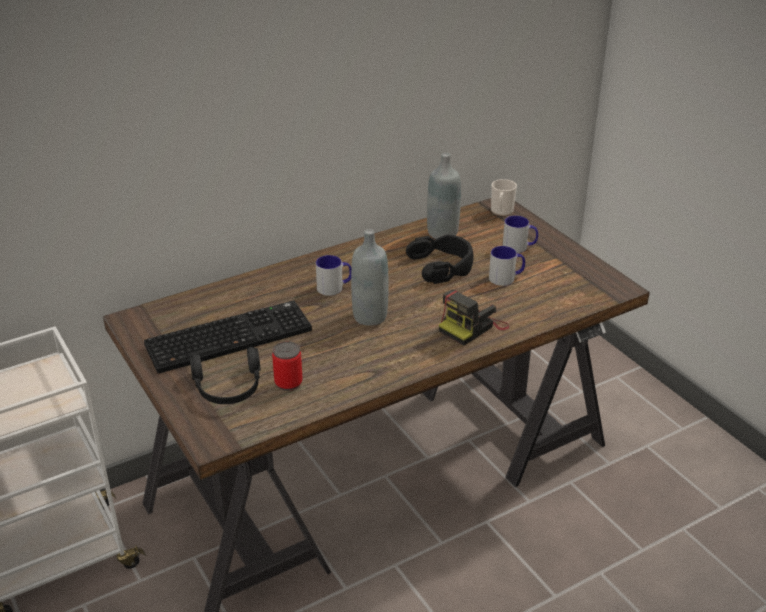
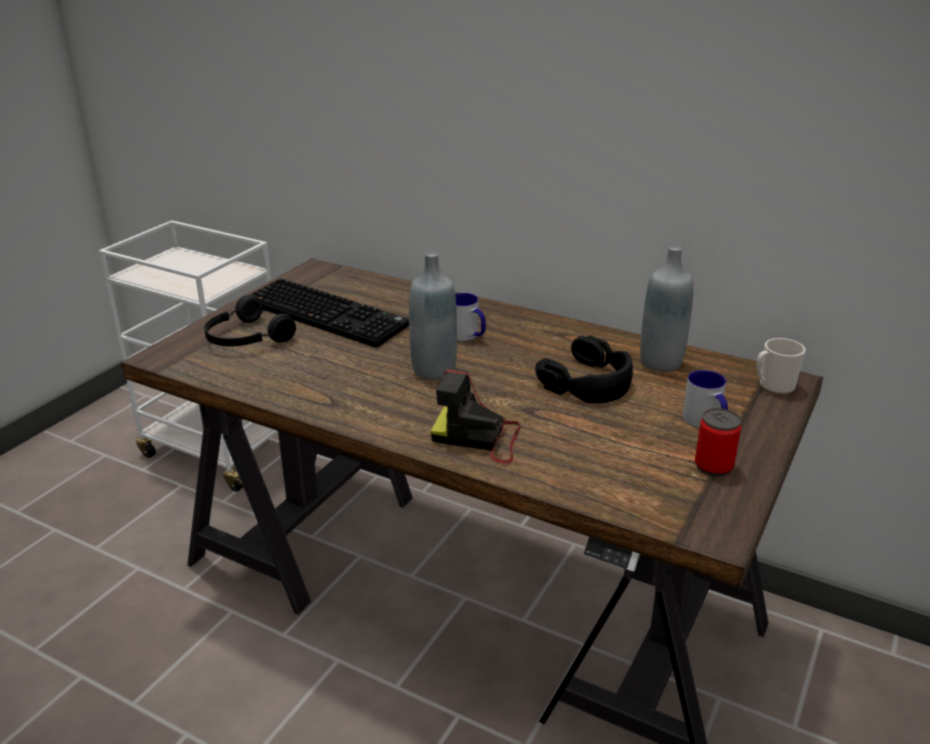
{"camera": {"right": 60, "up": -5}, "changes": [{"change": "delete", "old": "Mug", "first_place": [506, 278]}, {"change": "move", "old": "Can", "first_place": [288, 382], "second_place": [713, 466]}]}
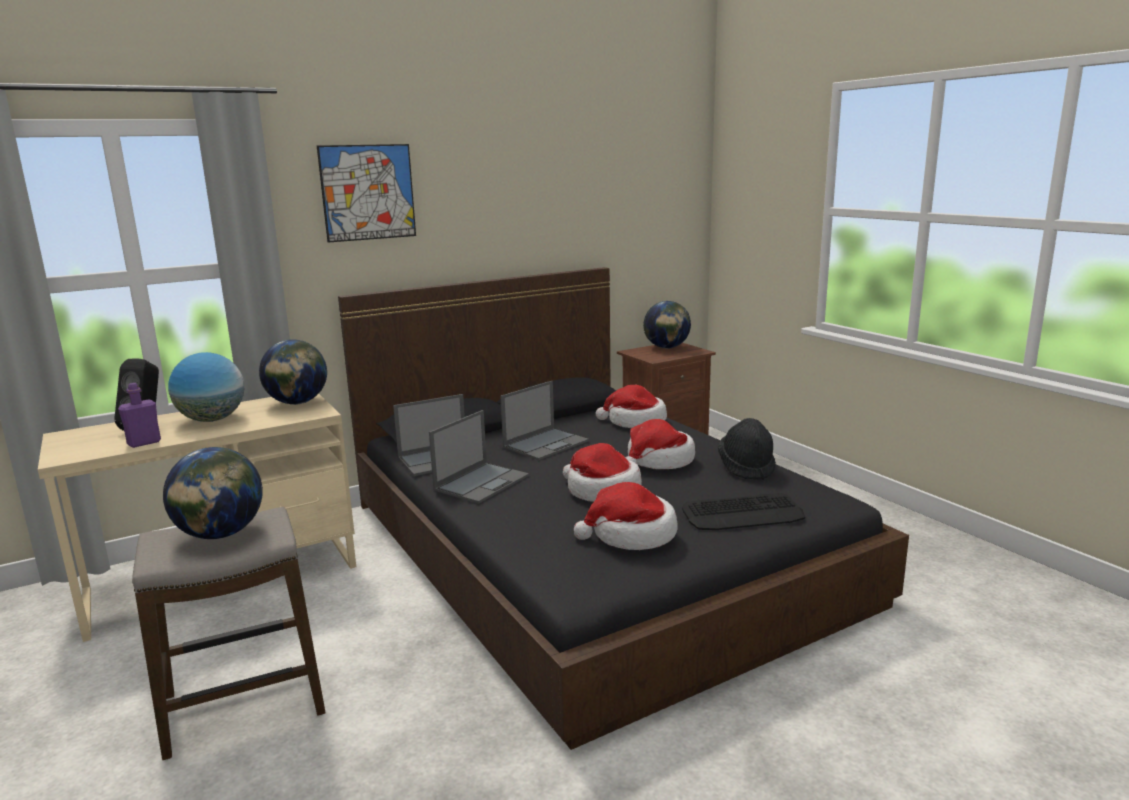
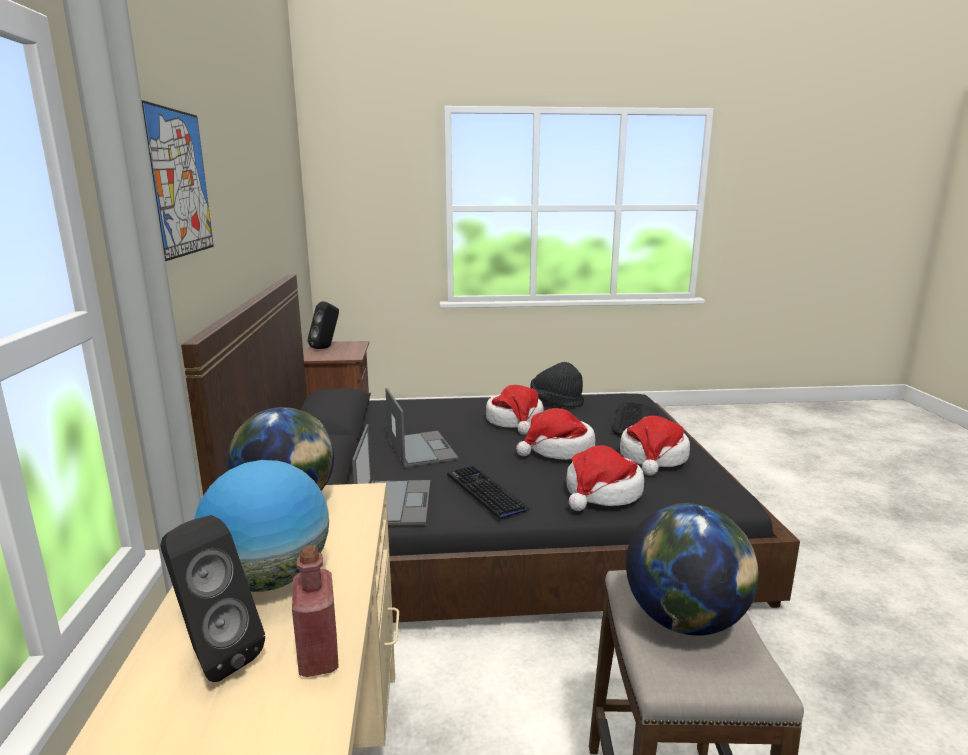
{"camera": {"right": -65, "up": 0}, "changes": [{"change": "replace", "old": "Globe", "new": "BlackSpeaker", "first_place": [666, 348], "second_place": [326, 347]}, {"change": "recolor", "old": "PurpleBottle", "new": "RedBottle", "first_place": [144, 443], "second_place": [318, 657]}, {"change": "move", "old": "Hat", "first_place": [635, 422], "second_place": [602, 493]}, {"change": "replace", "old": "Laptop", "new": "Keyboard", "first_place": [482, 482], "second_place": [486, 492]}]}
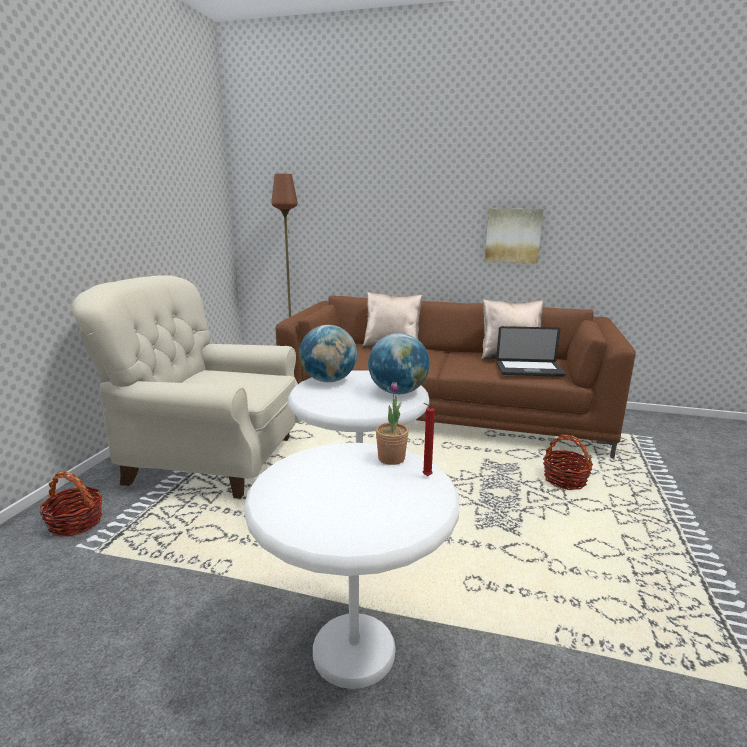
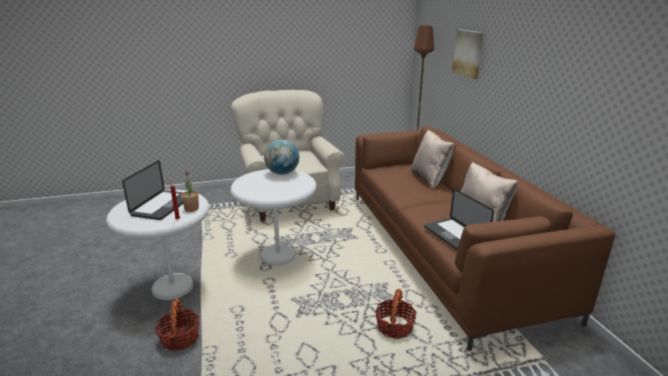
{"camera": {"right": 60, "up": 5}, "changes": [{"change": "move", "old": "Picture", "first_place": [513, 235], "second_place": [468, 53]}, {"change": "delete", "old": "Globe", "first_place": [398, 392]}, {"change": "move", "old": "Basket", "first_place": [76, 523], "second_place": [180, 338]}, {"change": "insert", "new": "Laptop", "second_place": [162, 206]}]}
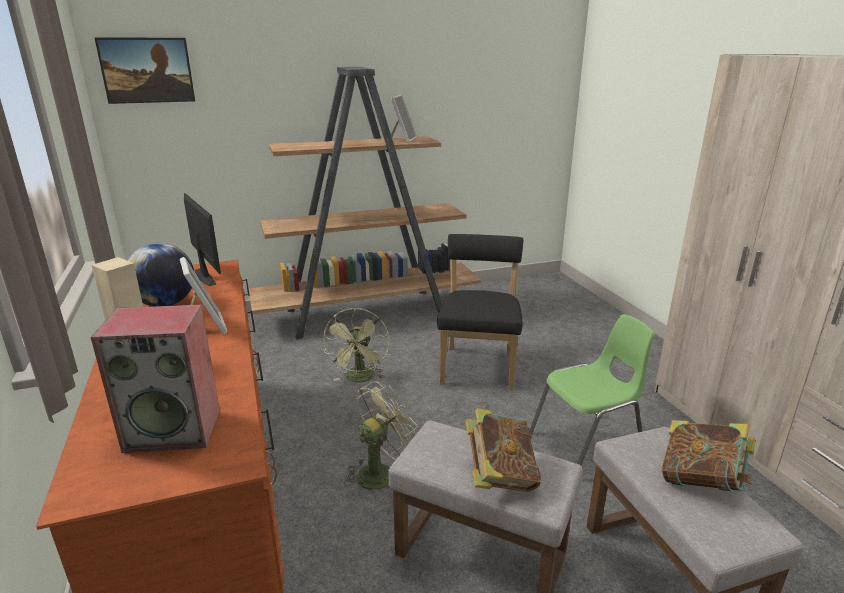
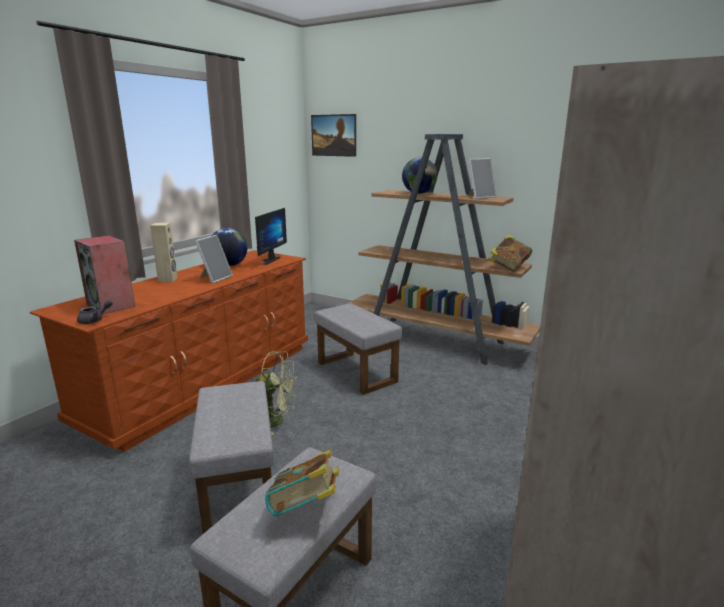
{"camera": {"right": 50, "up": -5}, "changes": [{"change": "delete", "old": "BlackChair", "first_place": [478, 365]}, {"change": "replace", "old": "GreenFan", "new": "GreyOttoman", "first_place": [360, 379], "second_place": [357, 372]}, {"change": "delete", "old": "GreenChair", "first_place": [588, 444]}, {"change": "move", "old": "Book", "first_place": [500, 475], "second_place": [509, 267]}, {"change": "insert", "new": "Globe", "second_place": [418, 193]}, {"change": "insert", "new": "GreyTeapot", "second_place": [95, 320]}]}
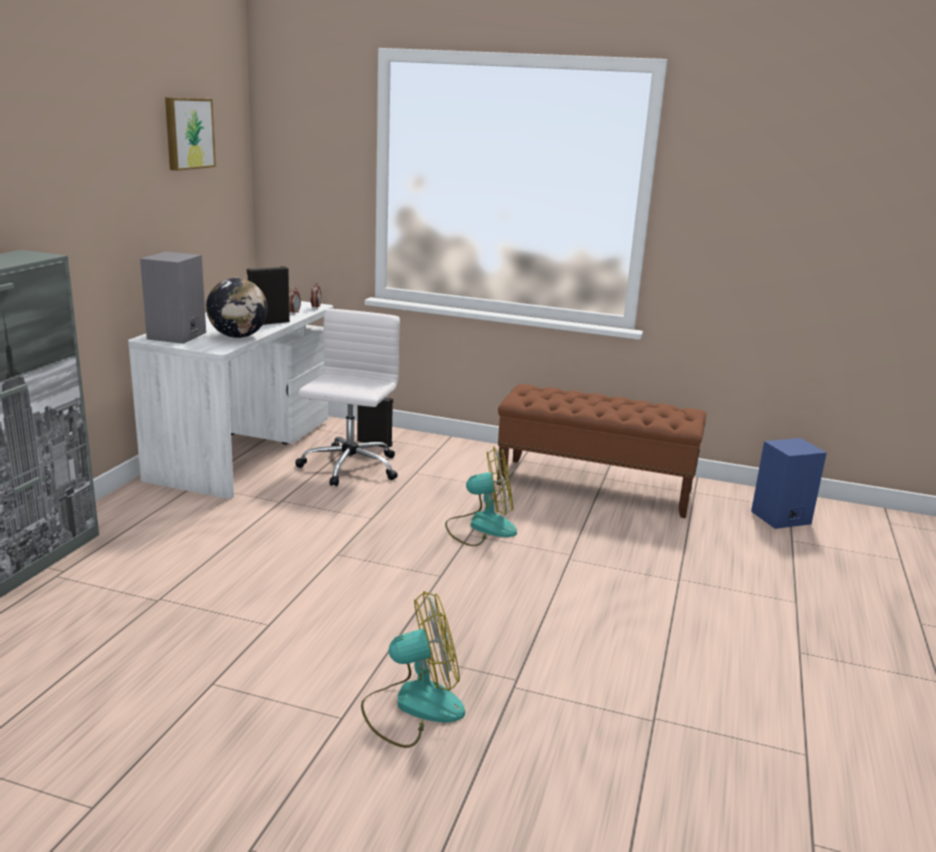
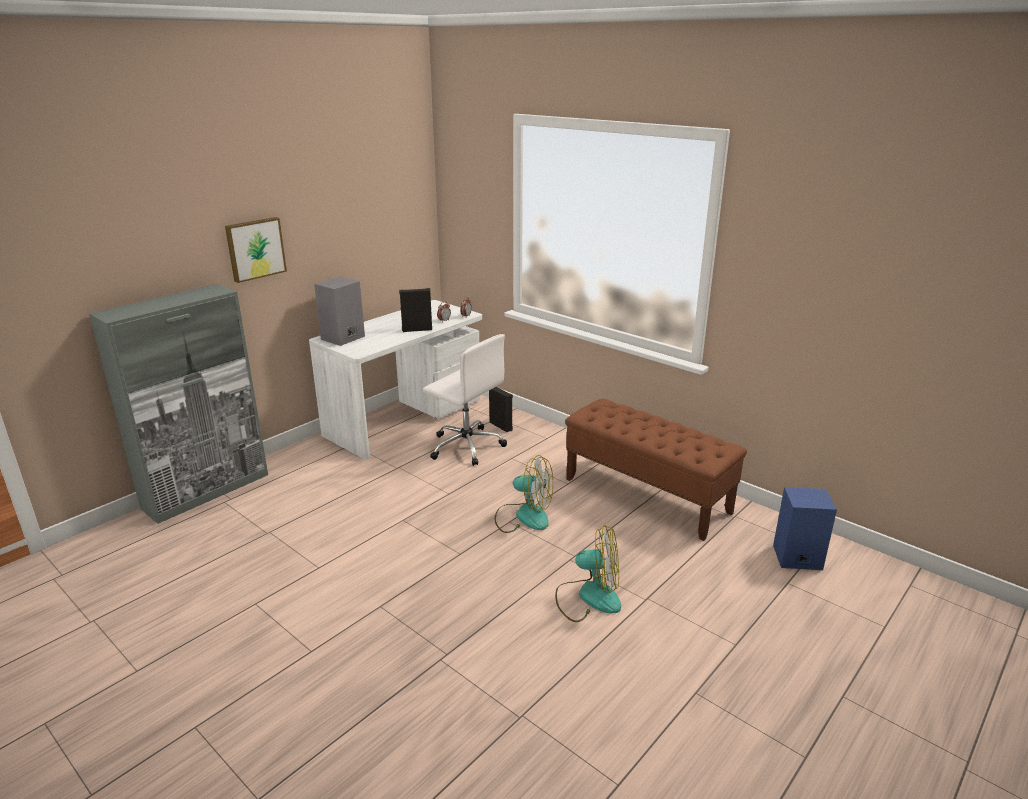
{"camera": {"right": 25, "up": 5}, "changes": [{"change": "move", "old": "Picture", "first_place": [188, 133], "second_place": [255, 249]}, {"change": "delete", "old": "Globe", "first_place": [238, 336]}, {"change": "rotate", "old": "WhiteOfficeChair", "first_place": [349, 468], "second_place": [466, 446], "degrees": 90}, {"change": "move", "old": "Fan", "first_place": [413, 706], "second_place": [588, 597]}]}
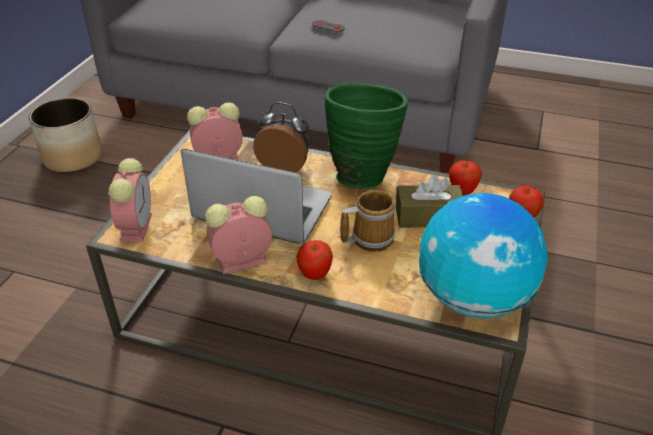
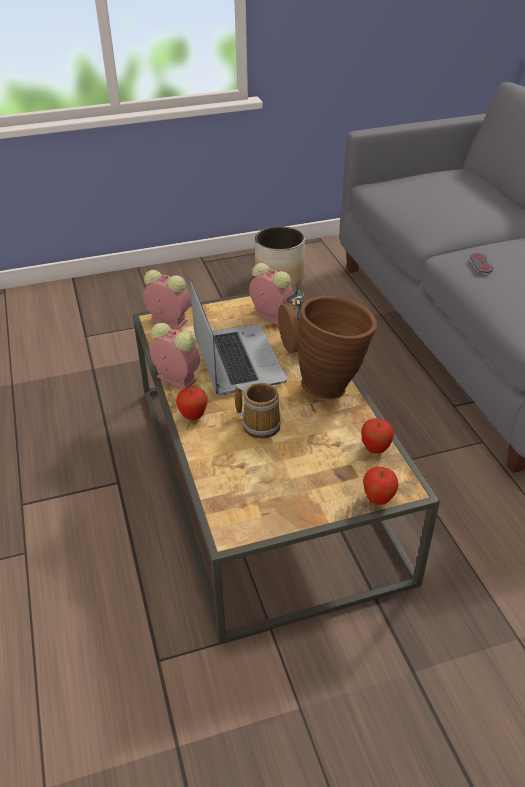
{"camera": {"right": 55, "up": 0}, "changes": [{"change": "recolor", "old": "GreenVase", "new": "BrownVase", "first_place": [362, 174], "second_place": [333, 386]}, {"change": "rotate", "old": "AlarmClock", "first_place": [136, 226], "second_place": [167, 321], "degrees": -120}, {"change": "delete", "old": "BrownTissueBox", "first_place": [428, 217]}, {"change": "delete", "old": "Globe", "first_place": [473, 299]}]}
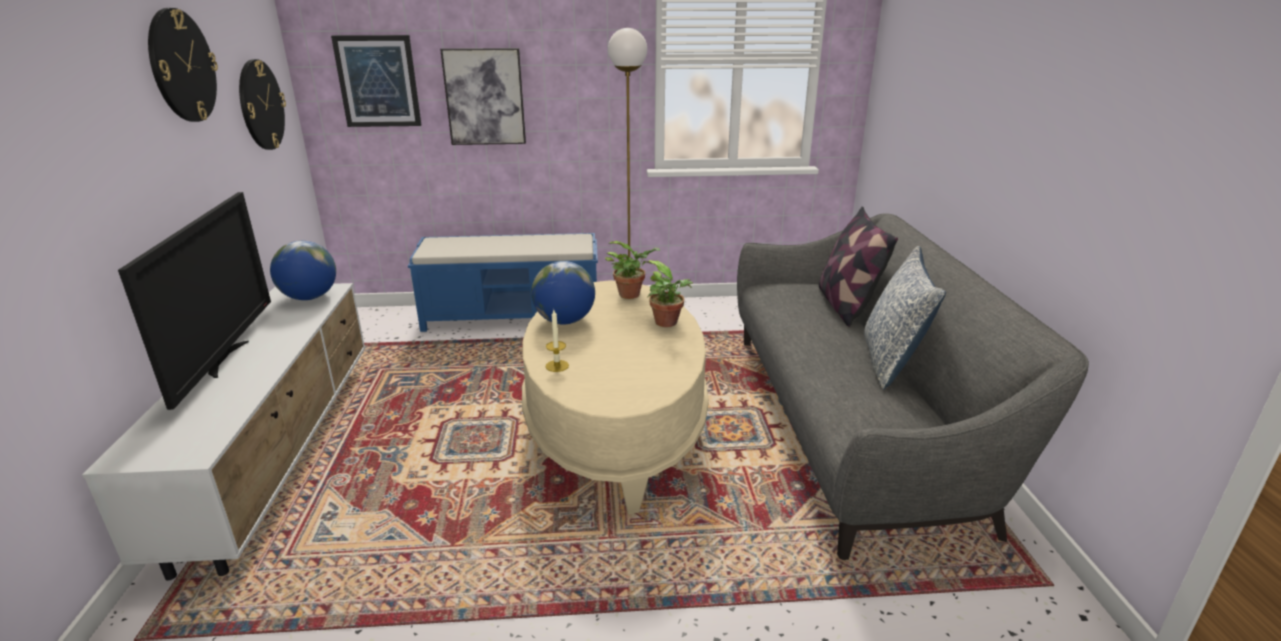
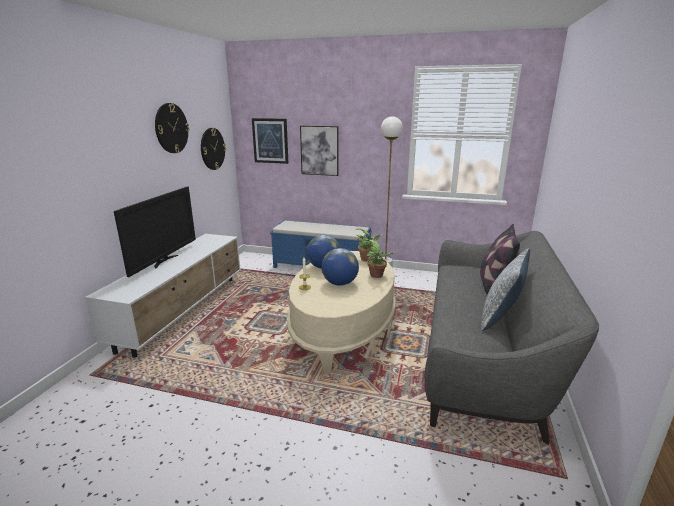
{"camera": {"right": 20, "up": -5}, "changes": [{"change": "move", "old": "Globe", "first_place": [310, 297], "second_place": [340, 283]}]}
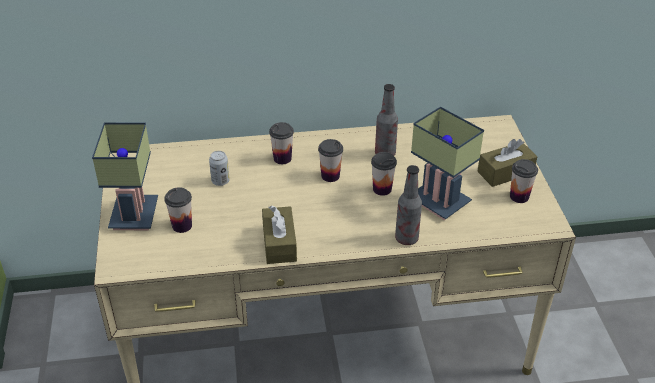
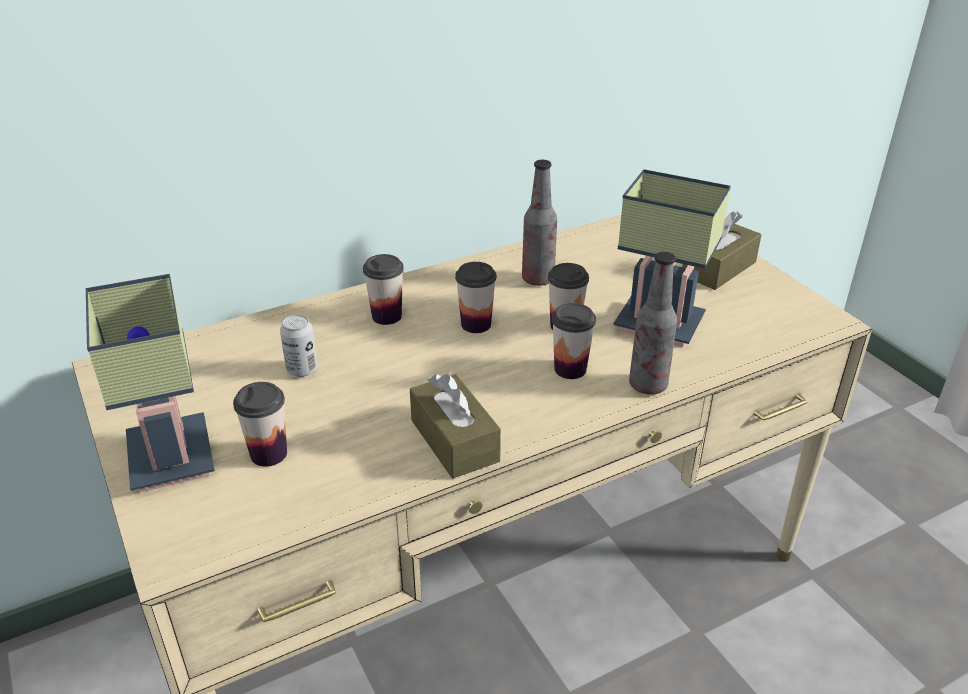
{"camera": {"right": -20, "up": -5}, "changes": [{"change": "move", "old": "Cup", "first_place": [519, 197], "second_place": [570, 369]}]}
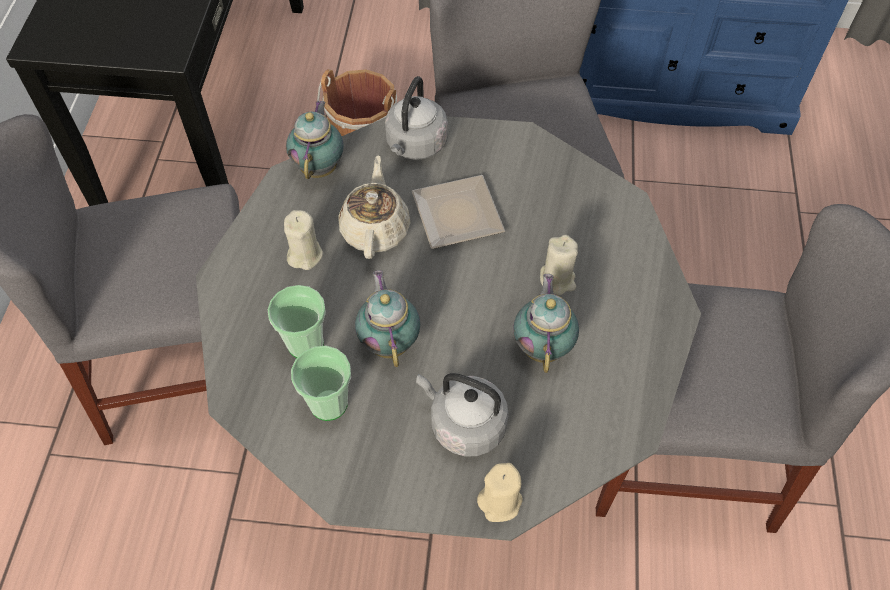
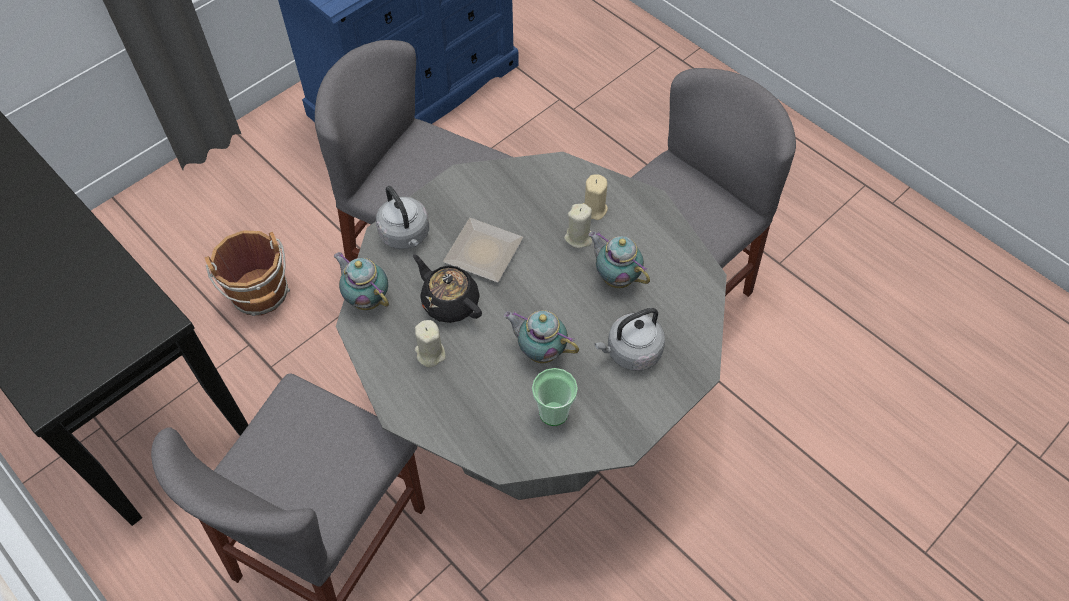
{"camera": {"right": -50, "up": 0}, "changes": [{"change": "recolor", "old": "BeigeTeapot", "new": "BlackTeapot", "first_place": [375, 229], "second_place": [449, 302]}, {"change": "delete", "old": "Cup", "first_place": [305, 343]}, {"change": "move", "old": "BeigeCandle", "first_place": [500, 501], "second_place": [593, 209]}]}
